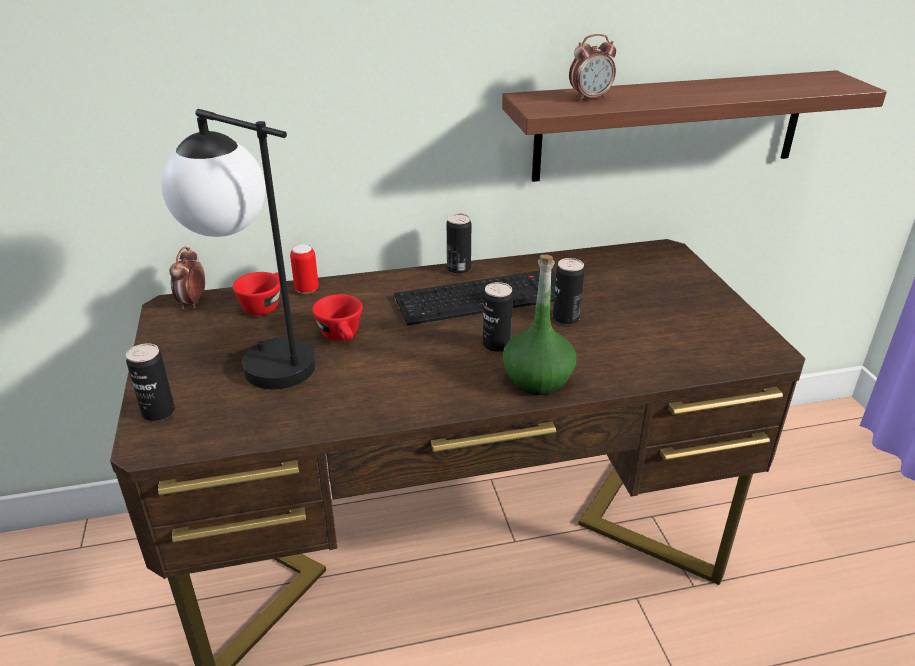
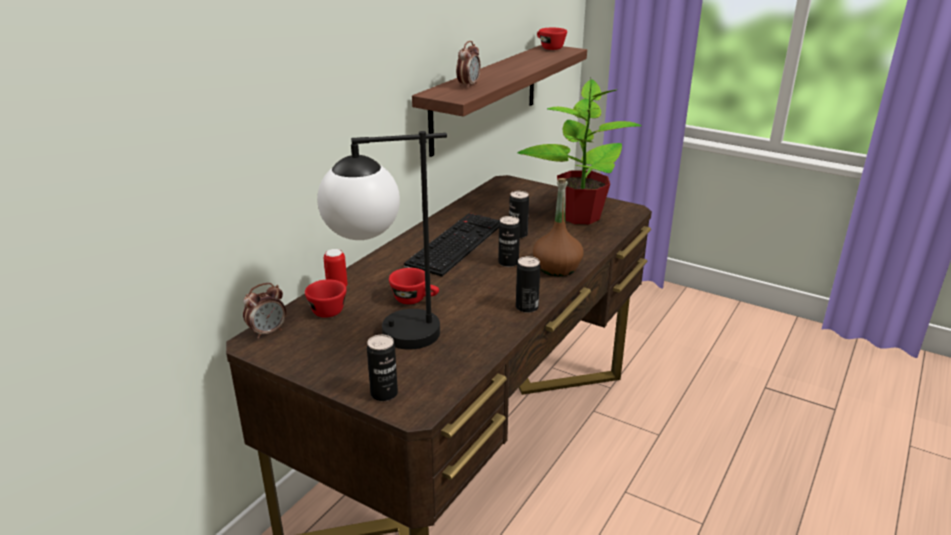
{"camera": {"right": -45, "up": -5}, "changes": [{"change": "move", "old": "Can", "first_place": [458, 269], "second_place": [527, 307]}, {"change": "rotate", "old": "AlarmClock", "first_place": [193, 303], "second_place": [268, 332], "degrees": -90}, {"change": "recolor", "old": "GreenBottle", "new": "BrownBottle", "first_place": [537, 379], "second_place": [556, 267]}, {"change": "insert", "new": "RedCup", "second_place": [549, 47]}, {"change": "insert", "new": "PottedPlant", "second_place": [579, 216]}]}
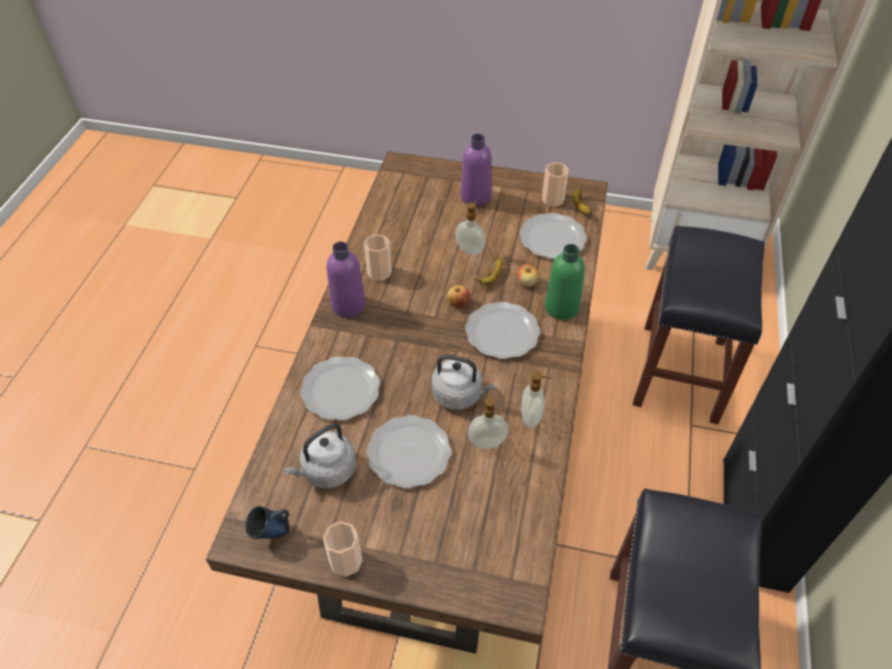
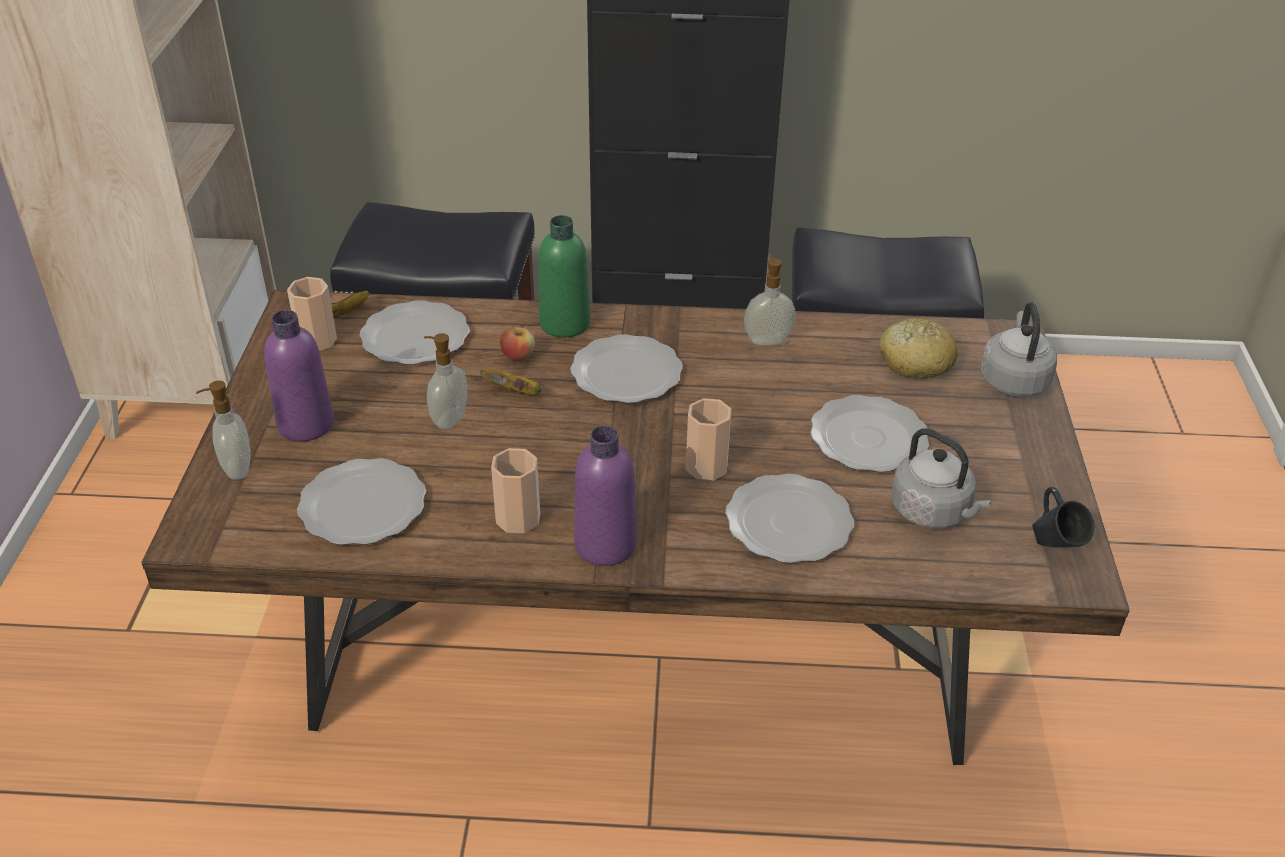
{"camera": {"right": -100, "up": -10}, "changes": [{"change": "delete", "old": "Apple", "first_place": [458, 303]}, {"change": "move", "old": "GreyKettle", "first_place": [459, 395], "second_place": [1013, 380]}, {"change": "move", "old": "SoapDispenser", "first_place": [486, 442], "second_place": [236, 468]}, {"change": "move", "old": "Cup", "first_place": [346, 561], "second_place": [706, 467]}, {"change": "insert", "new": "Bread", "second_place": [914, 361]}, {"change": "insert", "new": "Plate", "second_place": [363, 507]}]}
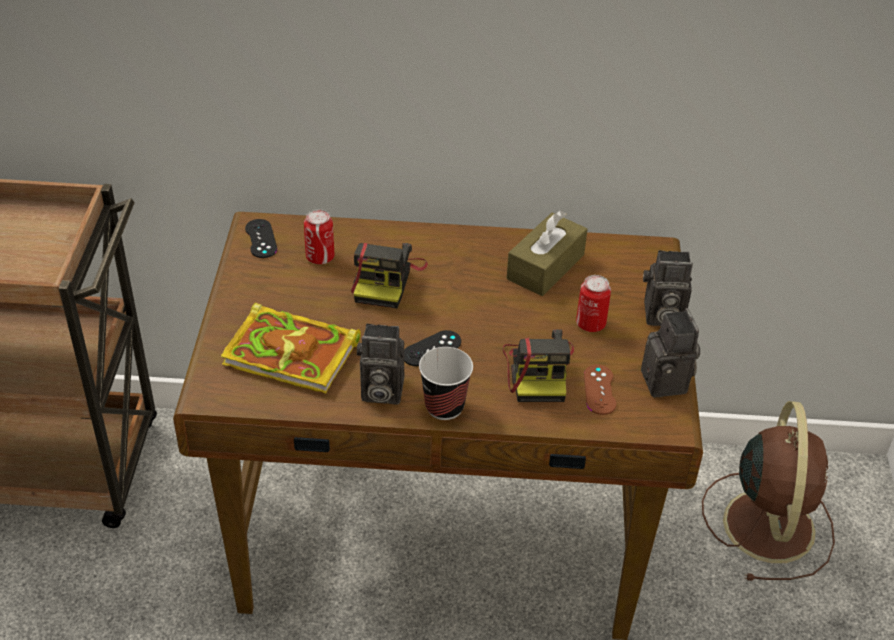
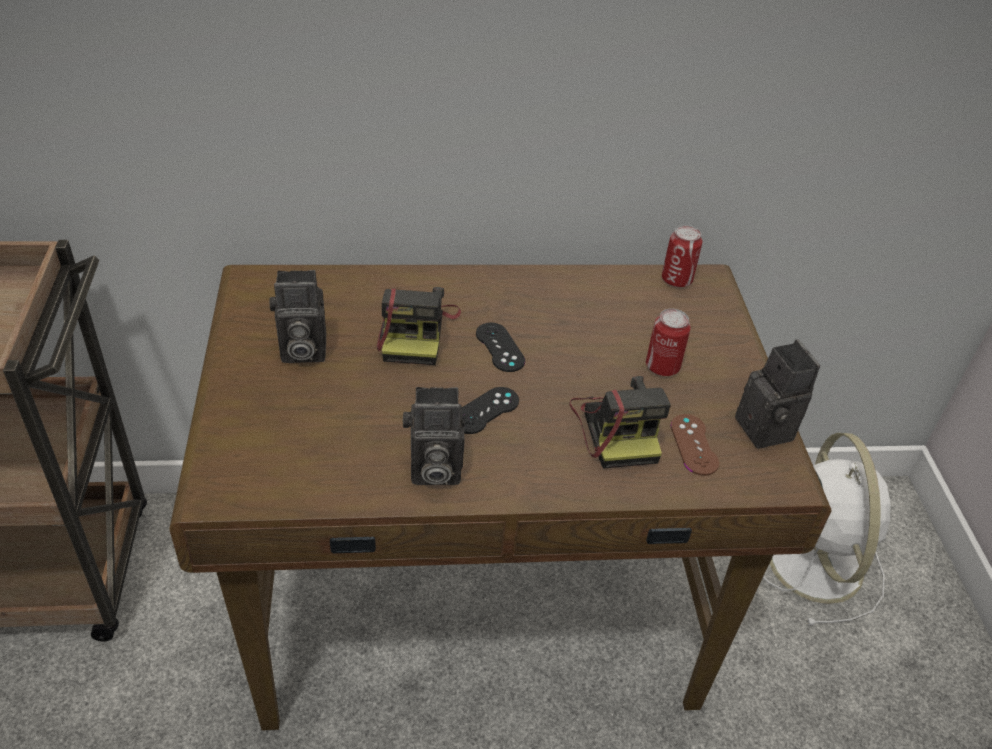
{"camera": {"right": -10, "up": 0}, "changes": [{"change": "move", "old": "Can", "first_place": [320, 257], "second_place": [676, 280]}, {"change": "delete", "old": "BrownTissueBox", "first_place": [545, 267]}, {"change": "move", "old": "BlackGameController", "first_place": [261, 239], "second_place": [500, 347]}, {"change": "move", "old": "PhotoCamera", "first_place": [661, 316], "second_place": [300, 351]}, {"change": "delete", "old": "Book", "first_place": [294, 353]}, {"change": "delete", "old": "Cup", "first_place": [444, 406]}, {"change": "recolor", "old": "BrownFan", "new": "WhiteFan", "first_place": [768, 522], "second_place": [813, 559]}]}
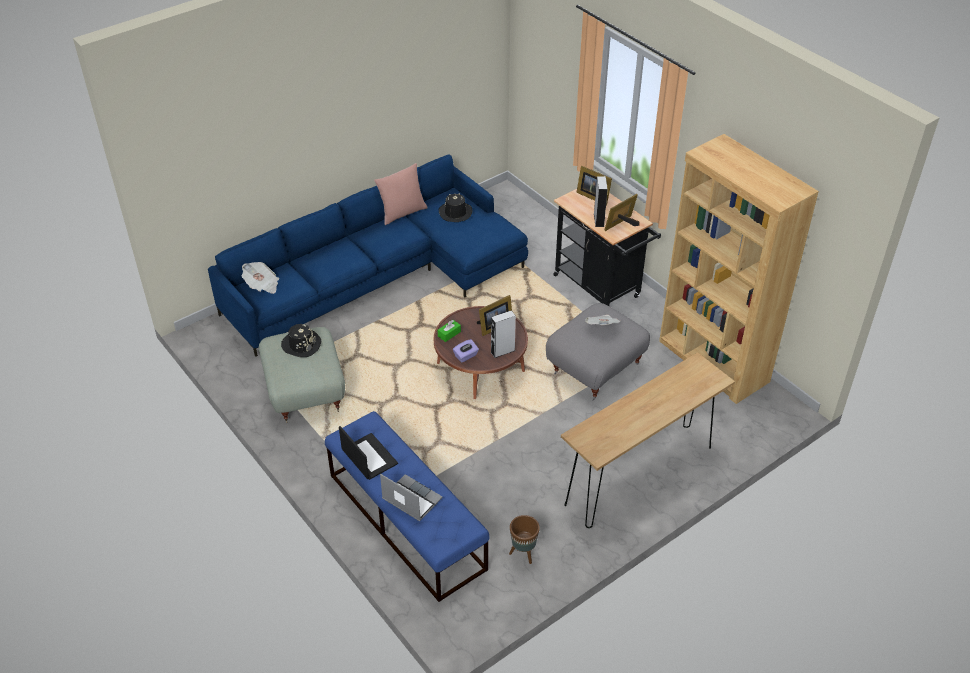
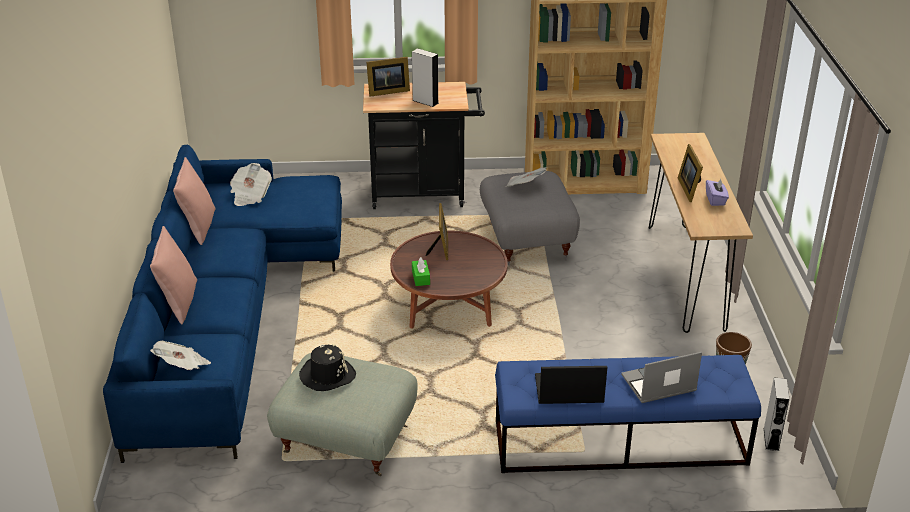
{"camera": {"right": -55, "up": -10}, "changes": [{"change": "replace", "old": "BlackHat", "new": "Newspaper", "first_place": [455, 213], "second_place": [250, 195]}, {"change": "move", "old": "PictureFrame", "first_place": [622, 225], "second_place": [690, 189]}, {"change": "move", "old": "GreySpeaker", "first_place": [502, 351], "second_place": [771, 439]}, {"change": "move", "old": "PurpleTissueBox", "first_place": [466, 356], "second_place": [715, 200]}, {"change": "insert", "new": "PinkPillow", "second_place": [178, 302]}]}
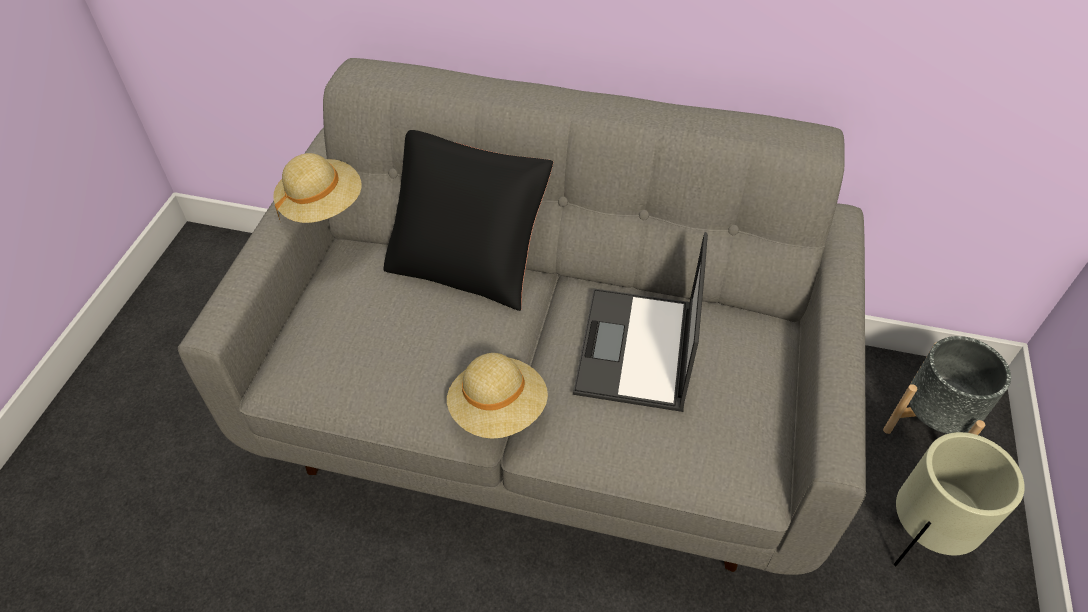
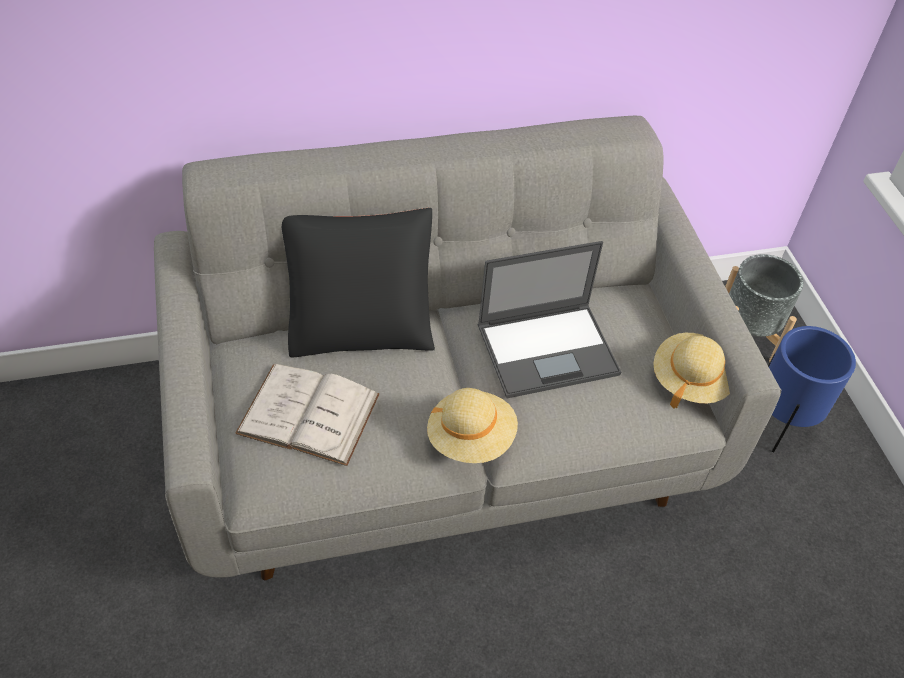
{"camera": {"right": -30, "up": 0}, "changes": [{"change": "move", "old": "BeigeHat", "first_place": [322, 206], "second_place": [690, 380]}, {"change": "rotate", "old": "Laptop", "first_place": [636, 350], "second_place": [549, 349], "degrees": -90}, {"change": "recolor", "old": "BeigePlanter", "new": "BluePlanter", "first_place": [920, 537], "second_place": [779, 424]}, {"change": "insert", "new": "WhiteBook", "second_place": [308, 413]}]}
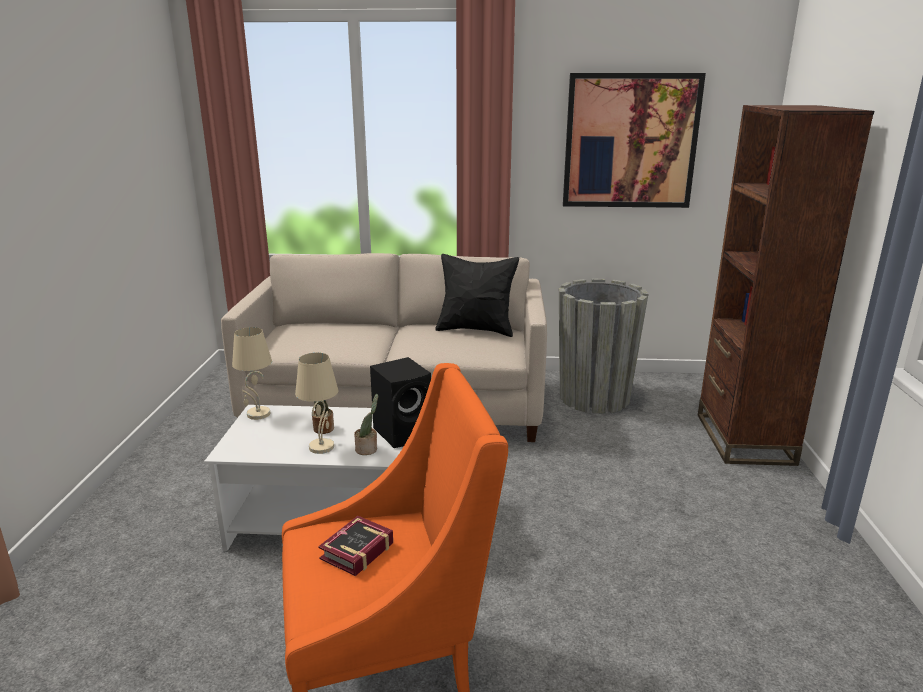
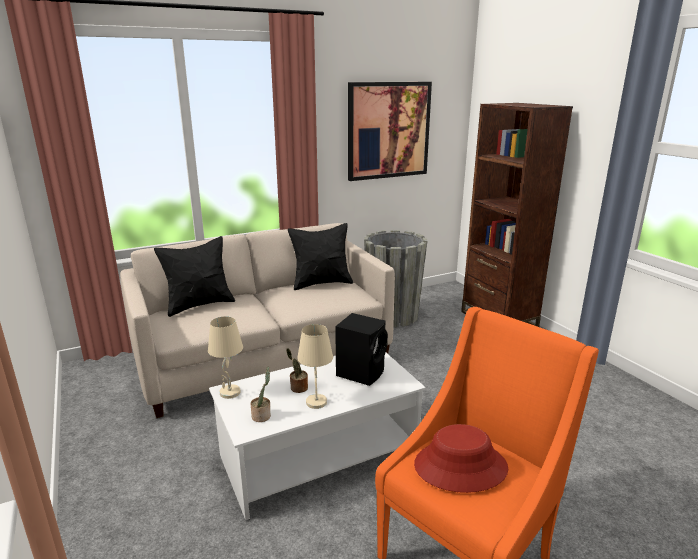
{"camera": {"right": -30, "up": 0}, "changes": [{"change": "move", "old": "PottedPlant", "first_place": [368, 449], "second_place": [262, 416]}, {"change": "replace", "old": "Book", "new": "RedHat", "first_place": [353, 552], "second_place": [460, 467]}, {"change": "insert", "new": "BlackPillow", "second_place": [199, 305]}]}
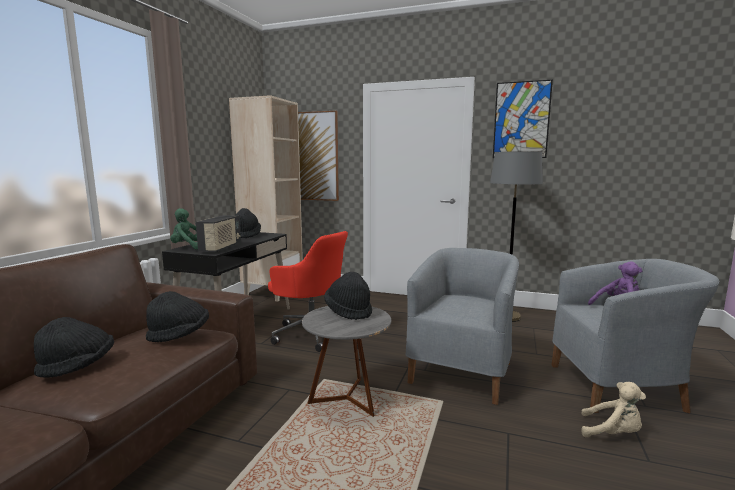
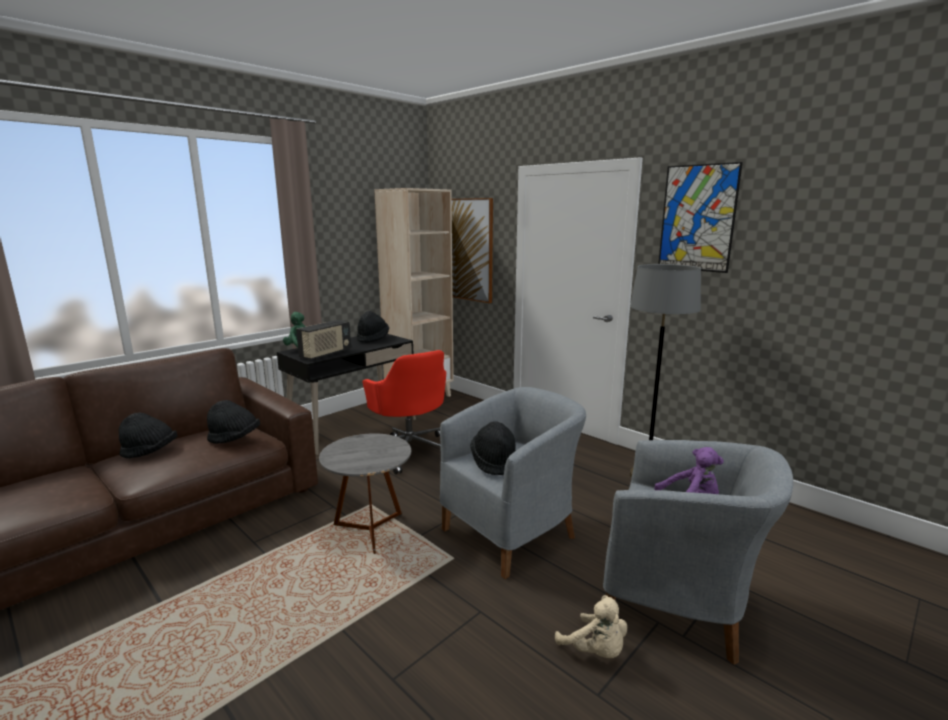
{"camera": {"right": 25, "up": 5}, "changes": [{"change": "move", "old": "BlackHat", "first_place": [349, 311], "second_place": [494, 462]}]}
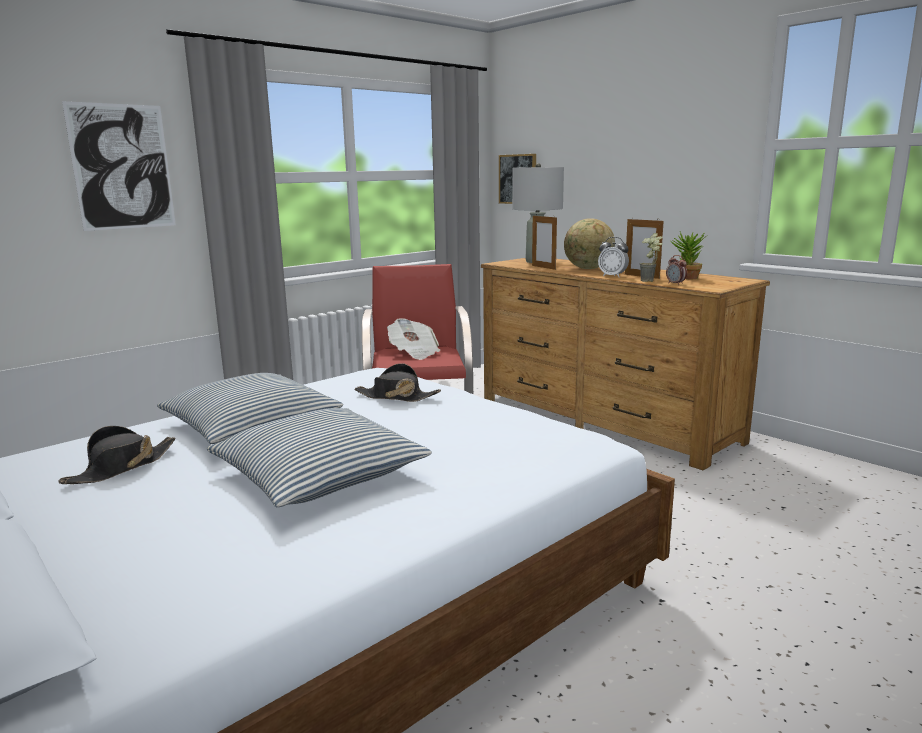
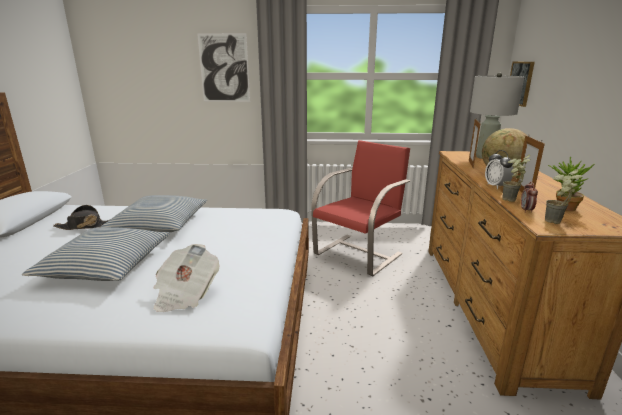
{"camera": {"right": 45, "up": 5}, "changes": [{"change": "move", "old": "Newspaper", "first_place": [414, 353], "second_place": [185, 293]}, {"change": "delete", "old": "BlackHat", "first_place": [396, 397]}, {"change": "insert", "new": "PottedPlant", "second_place": [556, 223]}]}
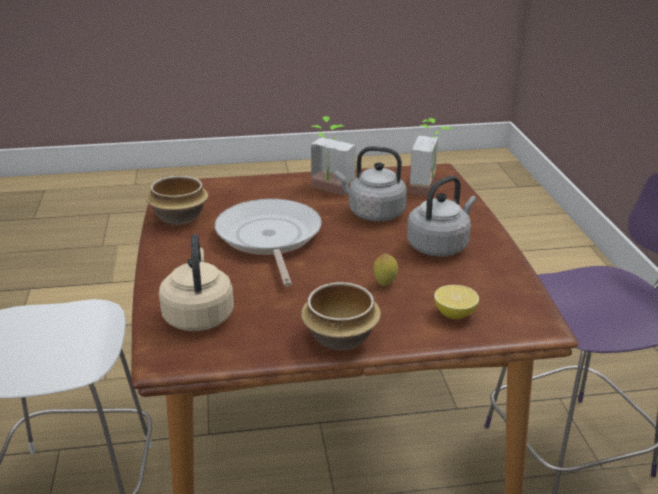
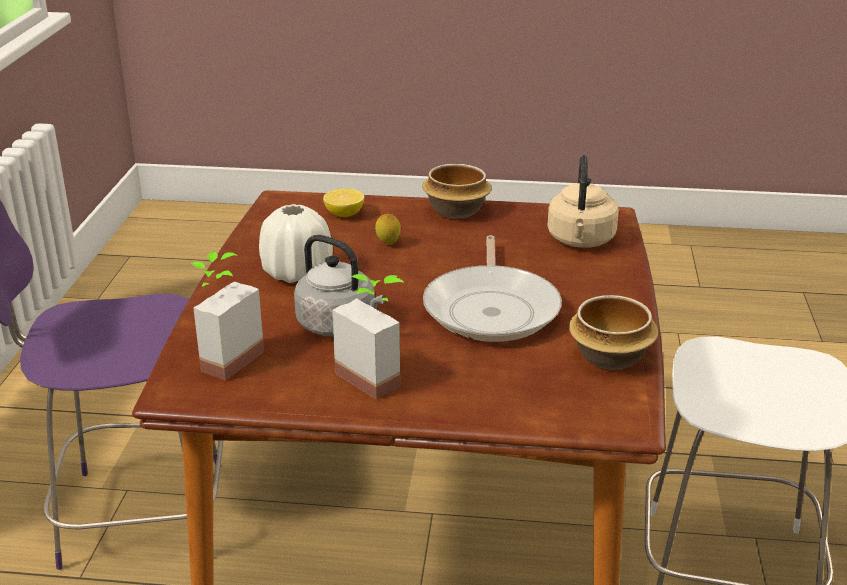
{"camera": {"right": -165, "up": 0}, "changes": [{"change": "replace", "old": "GreyKettle", "new": "WhiteVase", "first_place": [439, 246], "second_place": [297, 273]}]}
